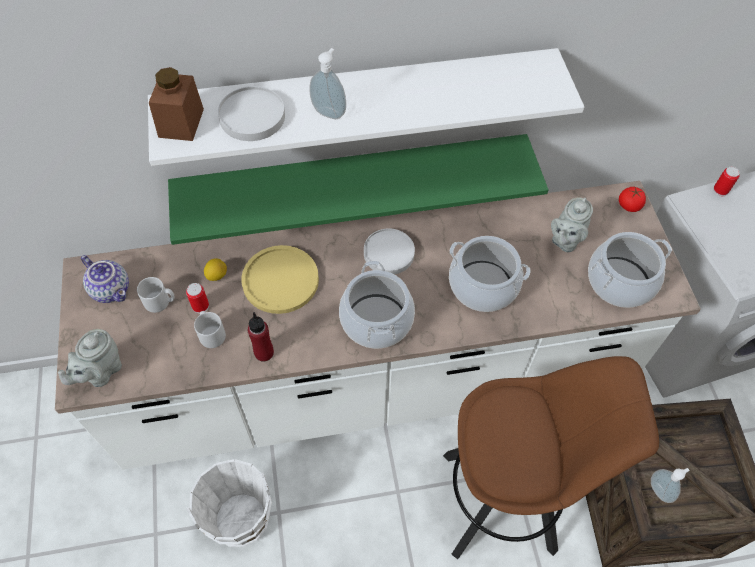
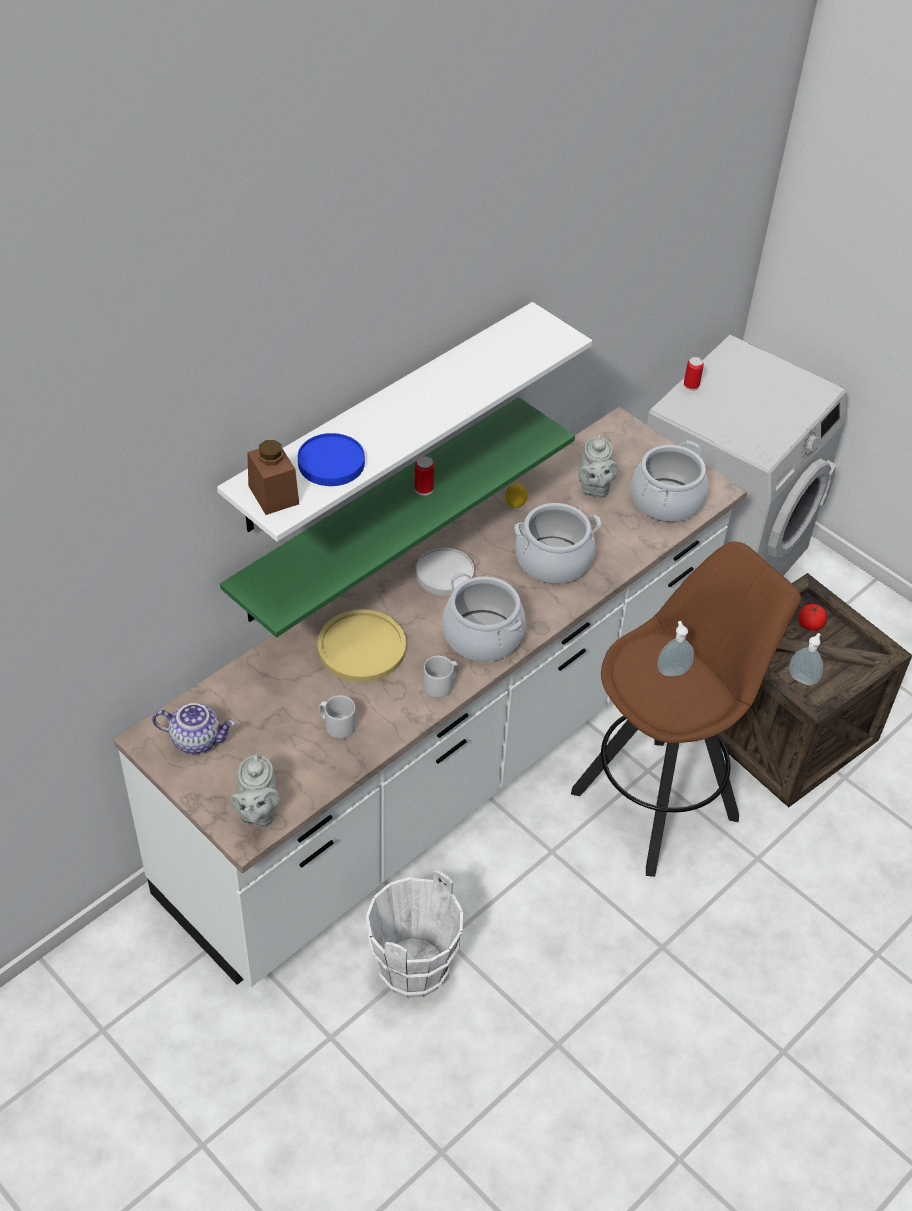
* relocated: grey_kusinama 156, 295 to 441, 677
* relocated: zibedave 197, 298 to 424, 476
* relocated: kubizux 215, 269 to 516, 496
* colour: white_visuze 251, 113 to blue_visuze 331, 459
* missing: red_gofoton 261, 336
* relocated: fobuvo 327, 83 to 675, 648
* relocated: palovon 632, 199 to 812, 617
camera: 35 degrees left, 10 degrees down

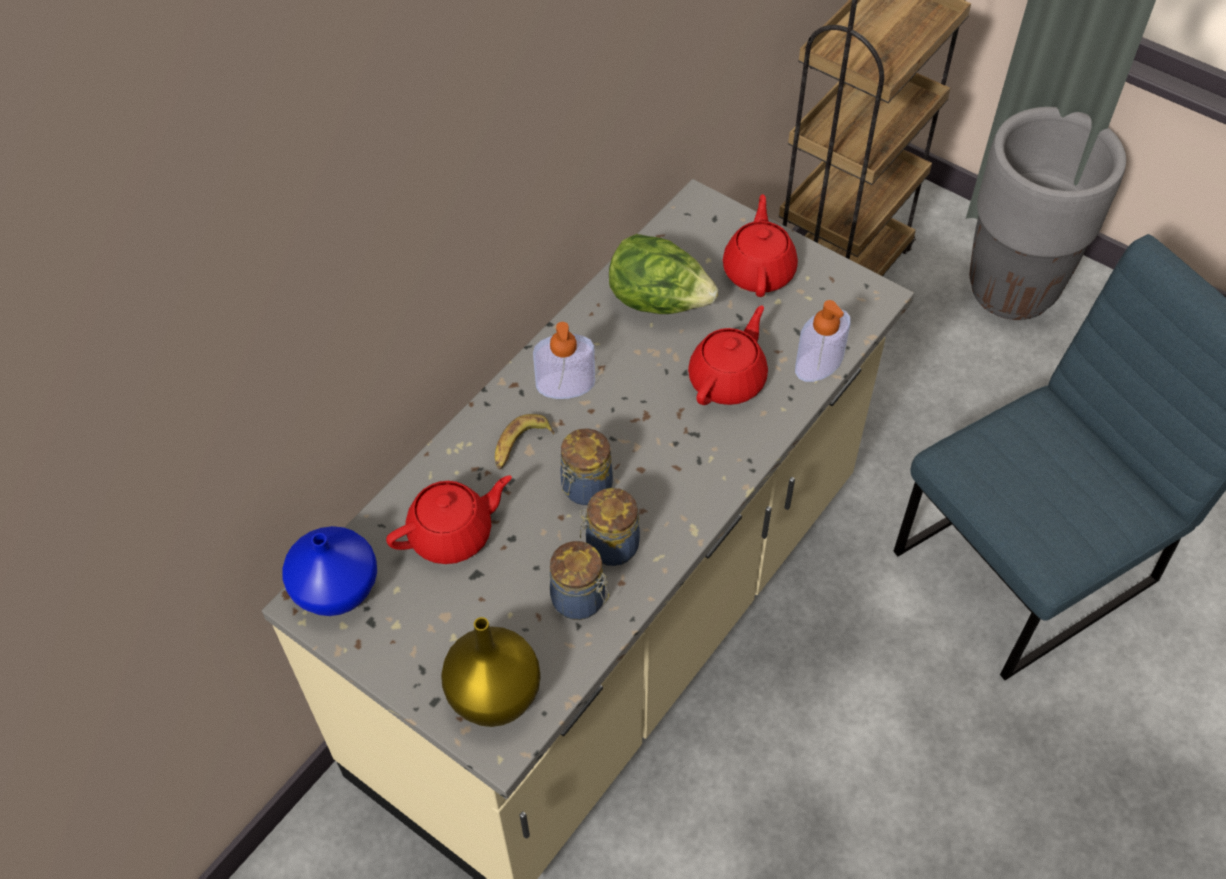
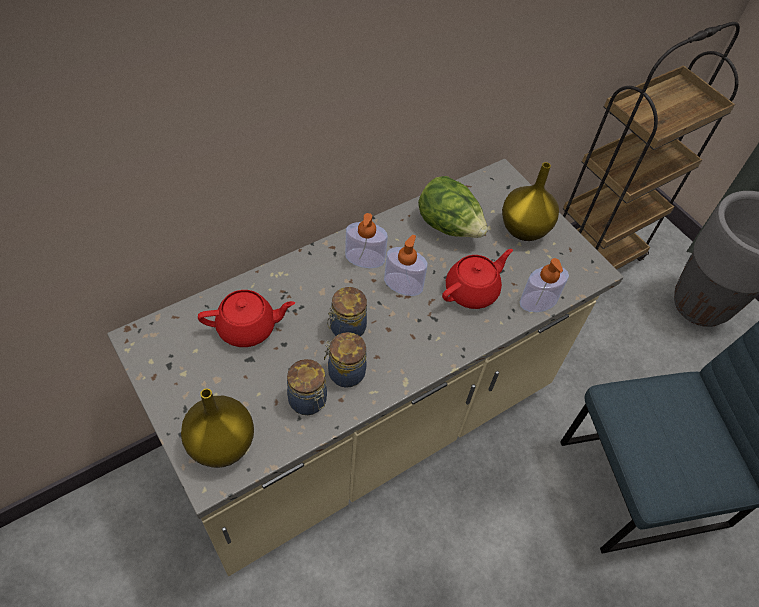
* missing: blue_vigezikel 329, 571
* missing: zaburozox 524, 441
* exchanged: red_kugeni 760, 245 to yellow_vigezikel 530, 201
* appeared: fobuvo 406, 265
camera: 15 degrees right, 0 degrees up

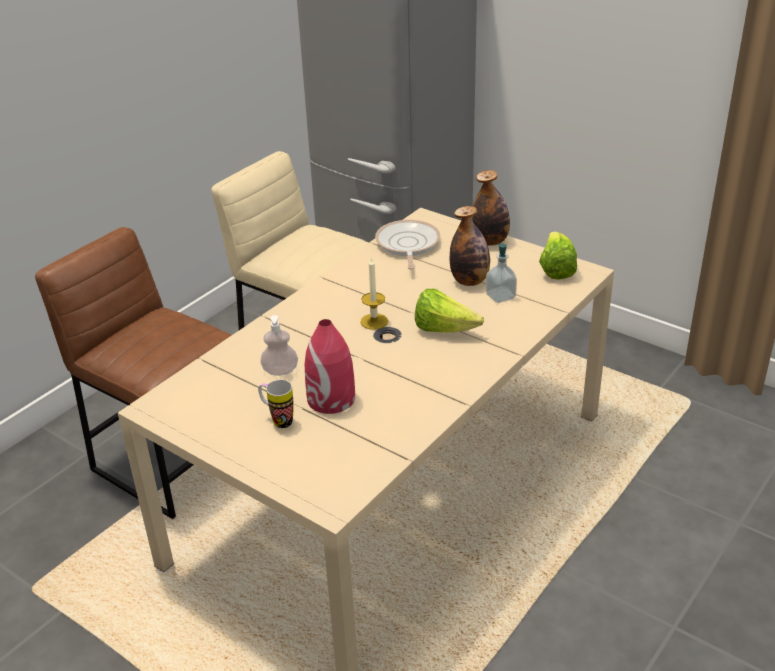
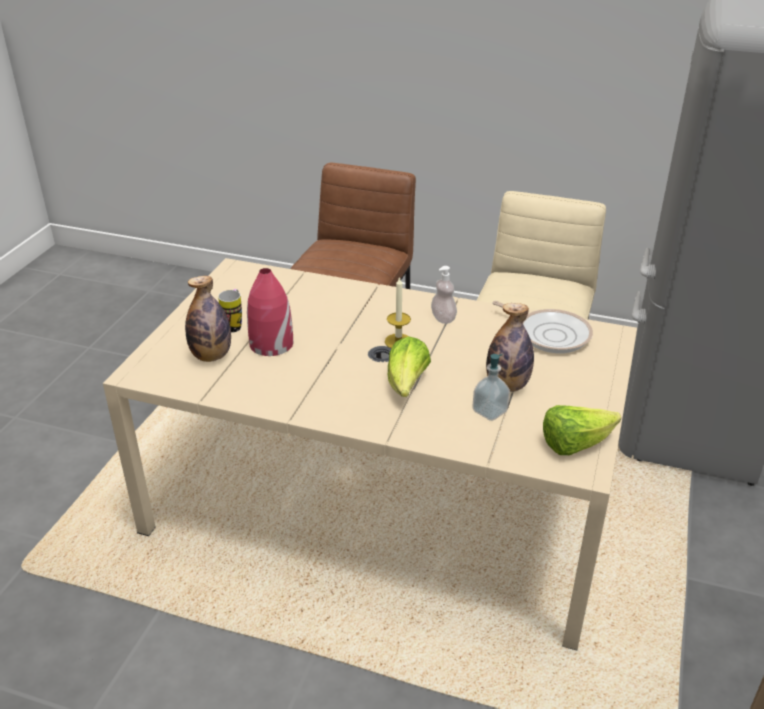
* relocated: fobuvo 279, 345 to 444, 295
* spun: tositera 407, 244 = 543, 327 60 degrees clockwise
* relocated: gofoton 491, 208 to 208, 319
camera: 70 degrees right, 0 degrees up

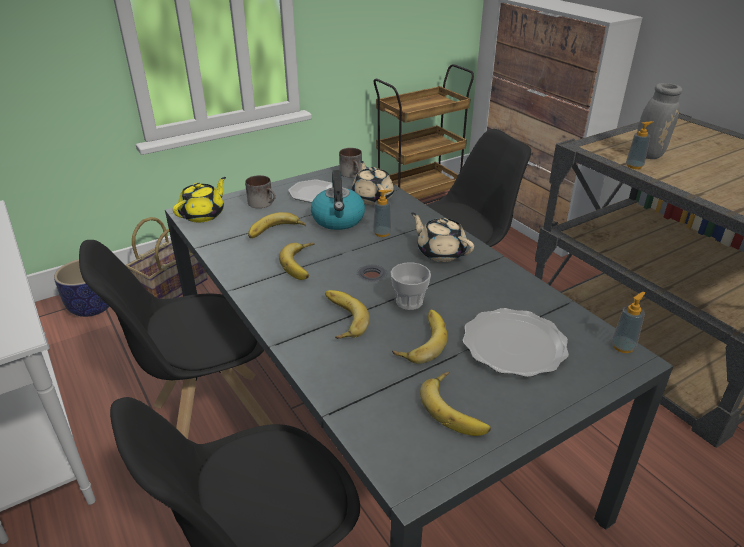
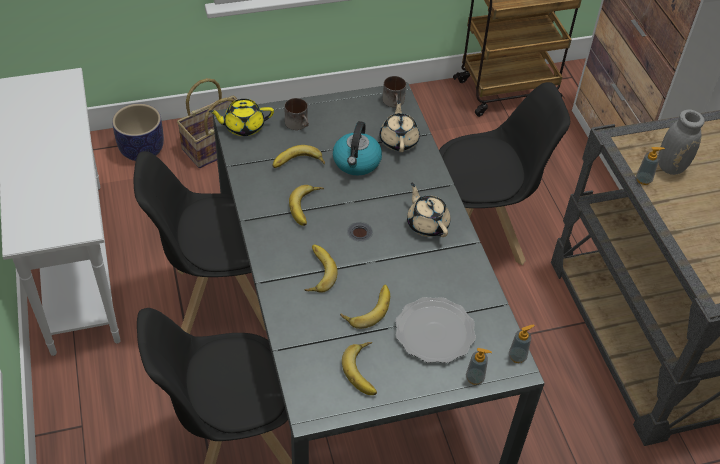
* spun: yellow_kugeni 199, 199 = 241, 117 150 degrees counterclockwise
* missing: visuze 310, 190
* relocated: fobuvo 382, 213 to 479, 366
* missing: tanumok 411, 286
camera: 15 degrees right, 15 degrees up

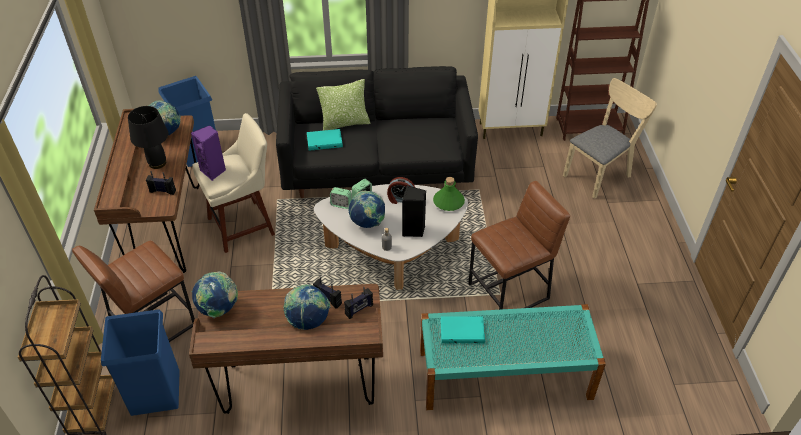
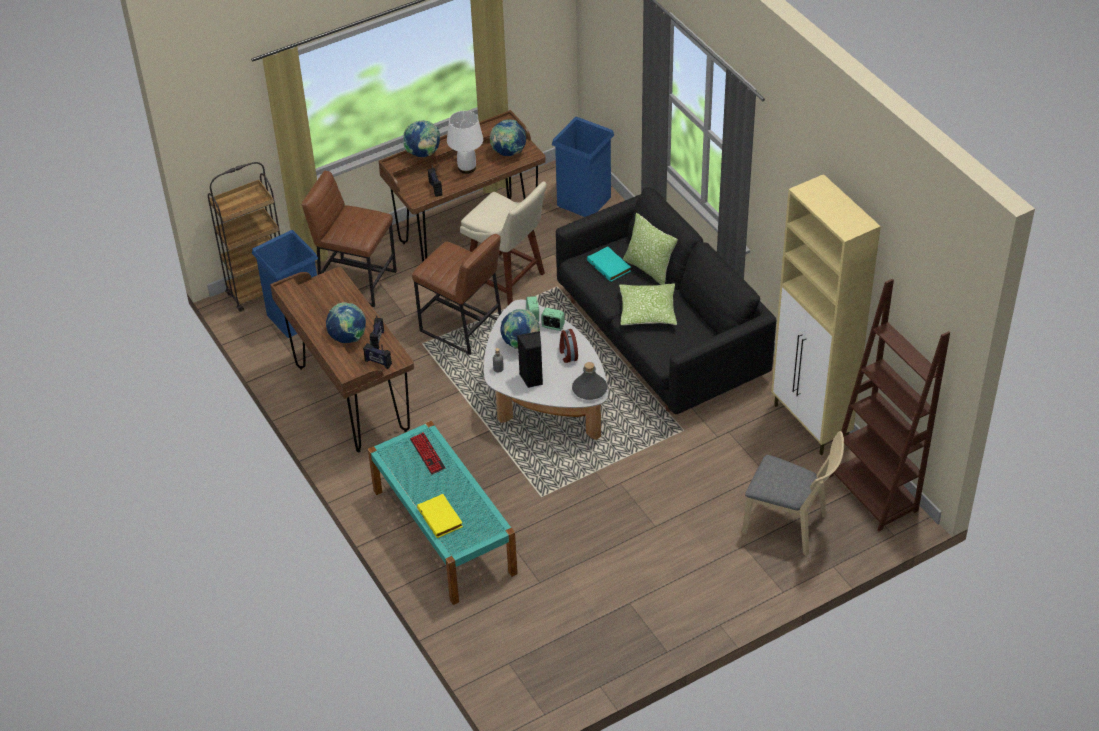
* colour: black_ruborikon 148, 137 to white_ruborikon 465, 142
* missing: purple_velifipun 208, 153
* relocated: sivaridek 214, 294 to 421, 138
* colour: green_gofoton 449, 194 to grey_gofoton 590, 381
* exchanged: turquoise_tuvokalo 463, 330 to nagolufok 428, 453
* relocated: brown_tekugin 519, 245 to 457, 294
* appeared: yellow_tuvokalo 440, 516
* appeared: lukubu 648, 304
camera: 65 degrees right, 0 degrees up

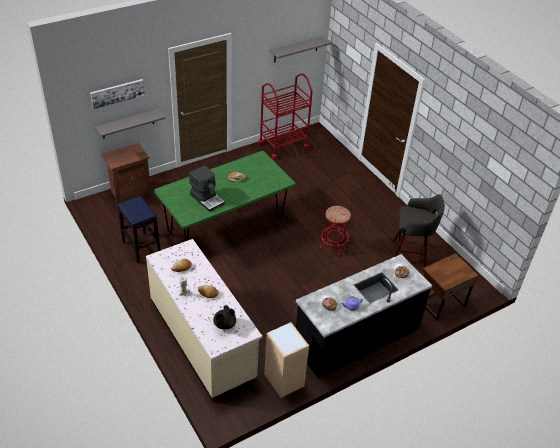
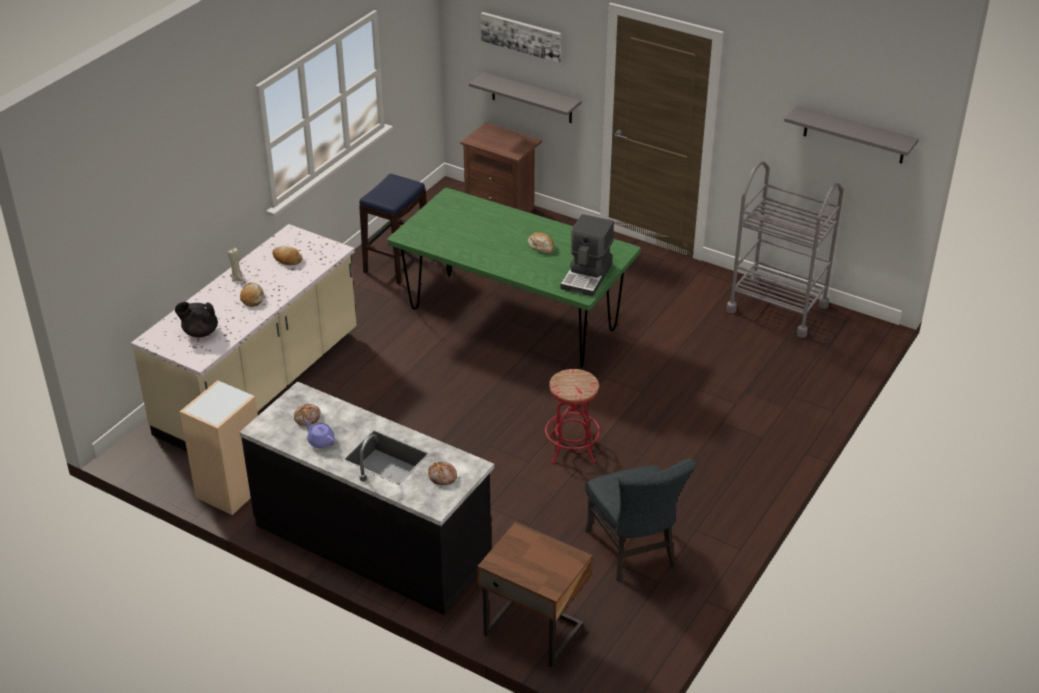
* relocated: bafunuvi 207, 188 to 587, 255
* colour: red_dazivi 285, 117 to grey_dazivi 785, 249
* exchanged: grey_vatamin 419, 230 to grey_tekugin 641, 520
camera: 65 degrees right, 5 degrees down

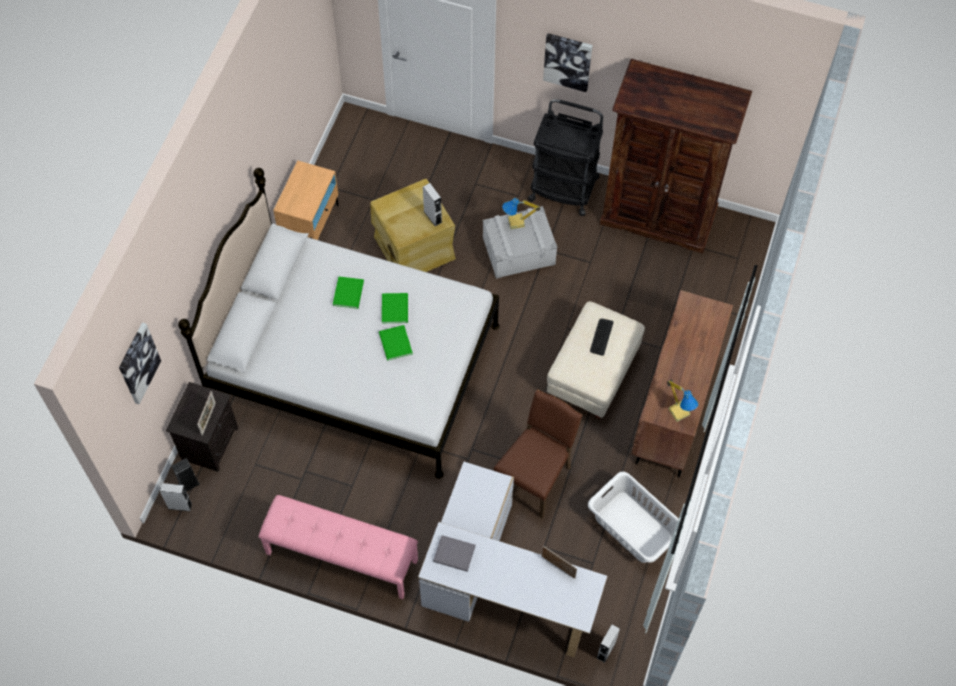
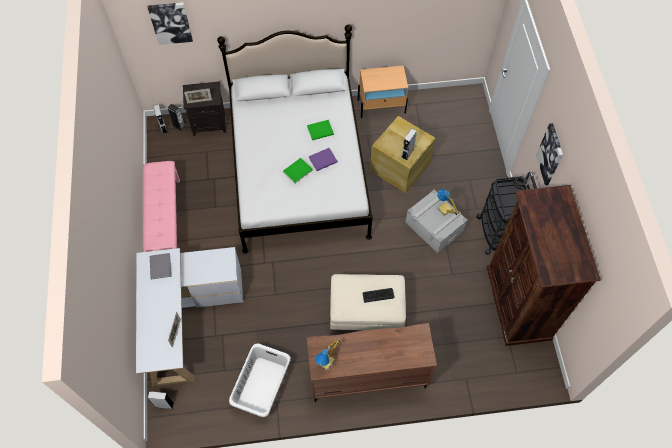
* colour: green_tuvokalo 395, 308 to purple_tuvokalo 323, 159
* missing: brown_tekugin 538, 454
camera: 65 degrees right, 0 degrees up

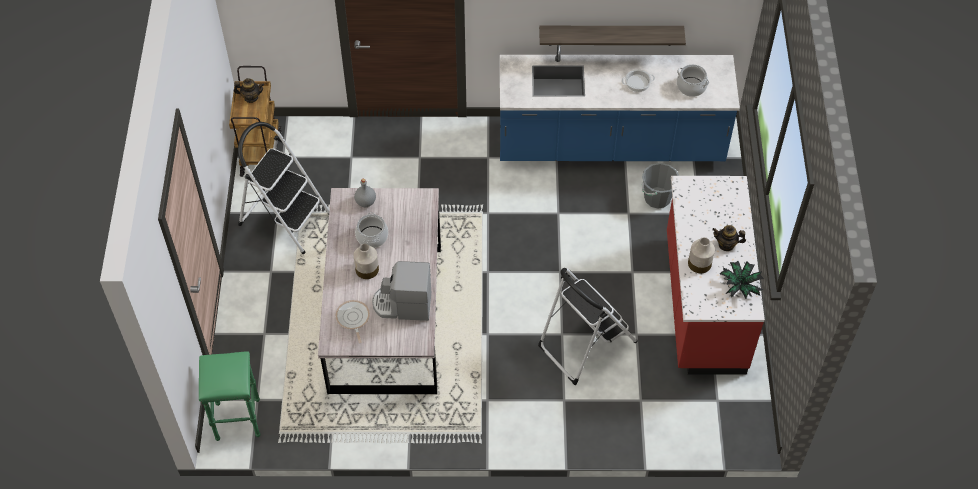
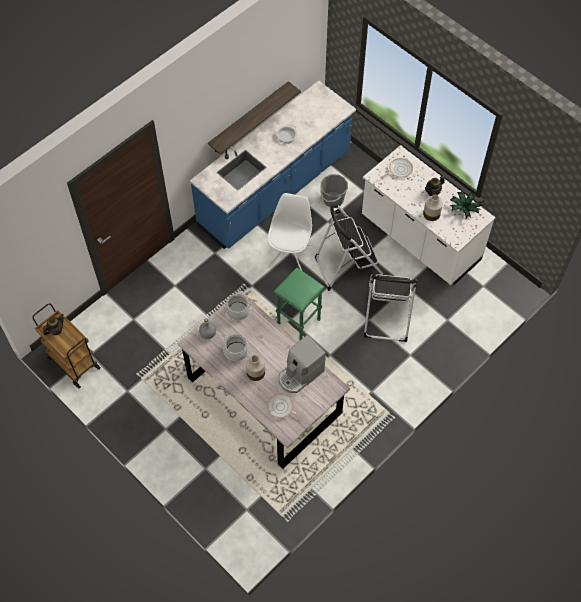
* relocated: green_vatamin 229, 396 to 299, 303
* relocated: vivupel 283, 188 to 349, 248
* colour: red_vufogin 716, 275 to white_vufogin 428, 215
* relocated: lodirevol 693, 80 to 237, 307
* appeared: white_tekugin 290, 232
* appeared: tositera 397, 168
camera: 45 degrees left, 5 degrees up

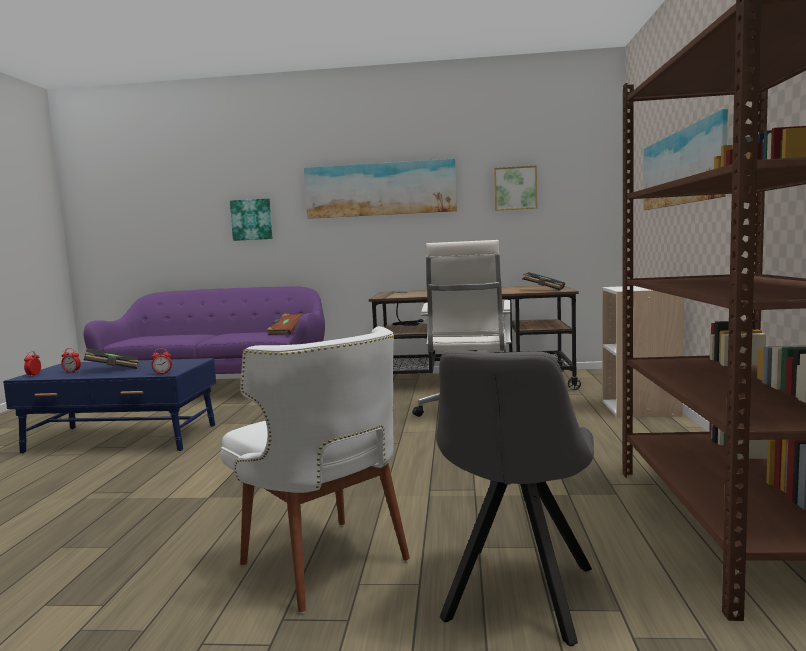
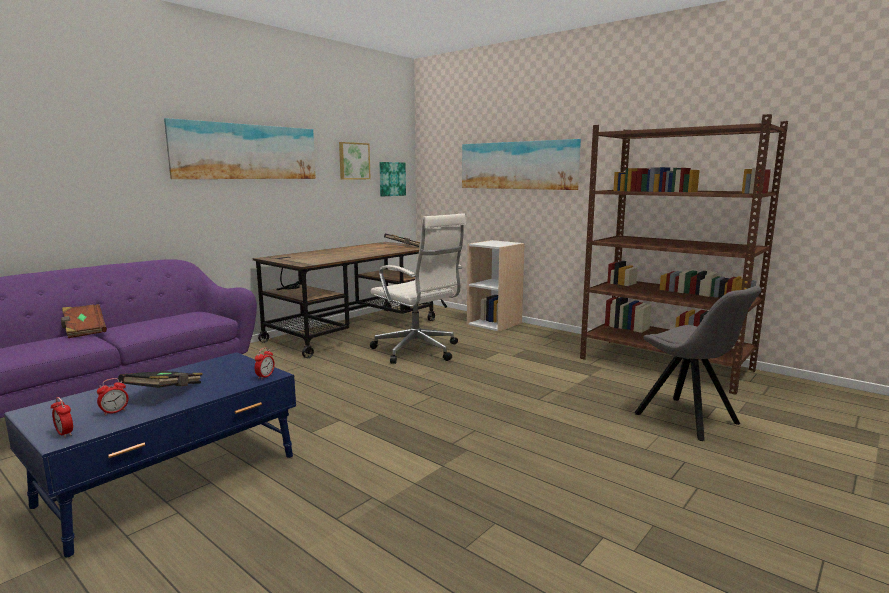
* missing: white_tekugin 315, 469
* relocated: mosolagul 251, 219 to 393, 179
* relocated: brown_tuvokalo 285, 324 to 84, 321
camera: 55 degrees left, 5 degrees up

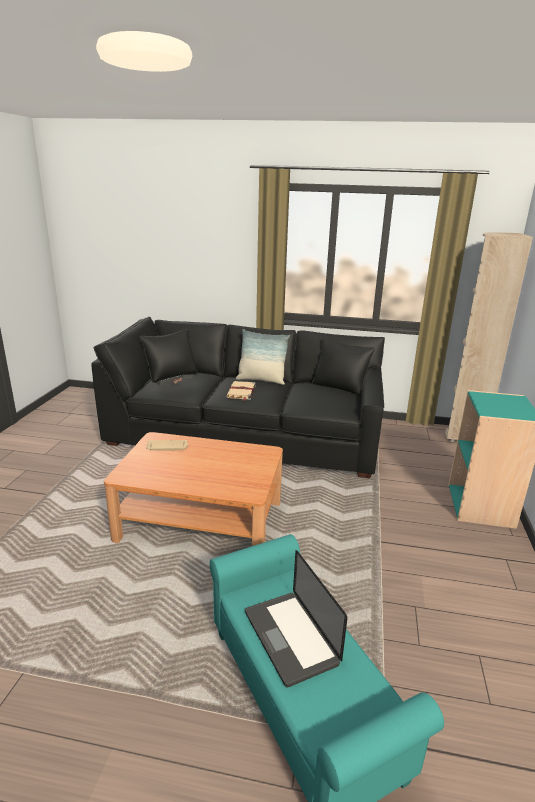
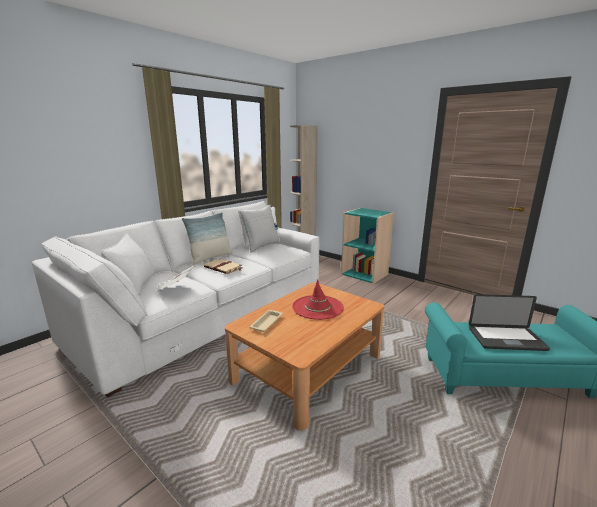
* colour: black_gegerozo 238, 397 to white_gegerozo 175, 299
* appeared: grey_lukubu 259, 229
* appeared: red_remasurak 318, 299
camera: 60 degrees left, 5 degrees down

